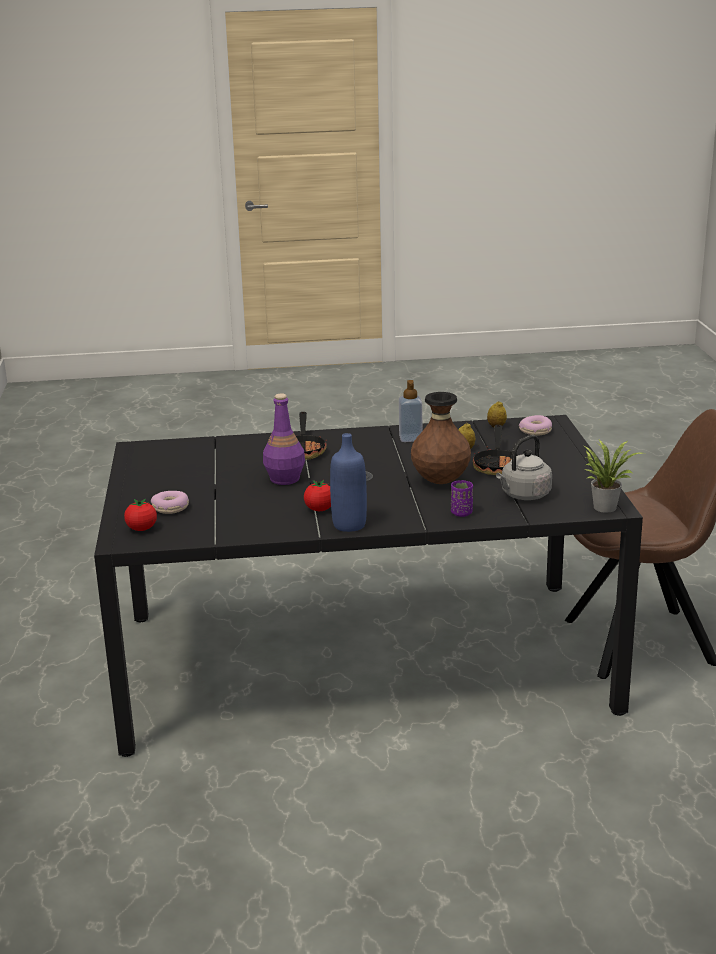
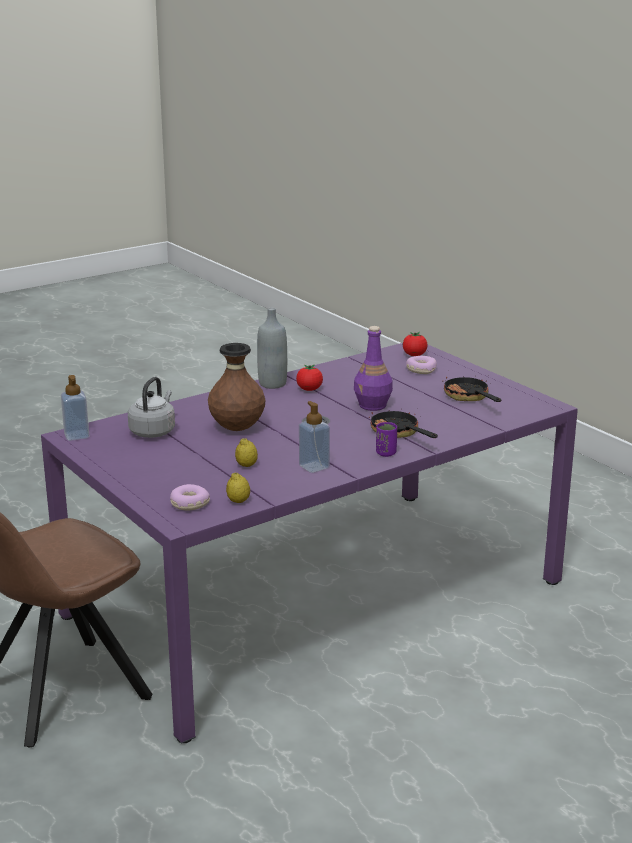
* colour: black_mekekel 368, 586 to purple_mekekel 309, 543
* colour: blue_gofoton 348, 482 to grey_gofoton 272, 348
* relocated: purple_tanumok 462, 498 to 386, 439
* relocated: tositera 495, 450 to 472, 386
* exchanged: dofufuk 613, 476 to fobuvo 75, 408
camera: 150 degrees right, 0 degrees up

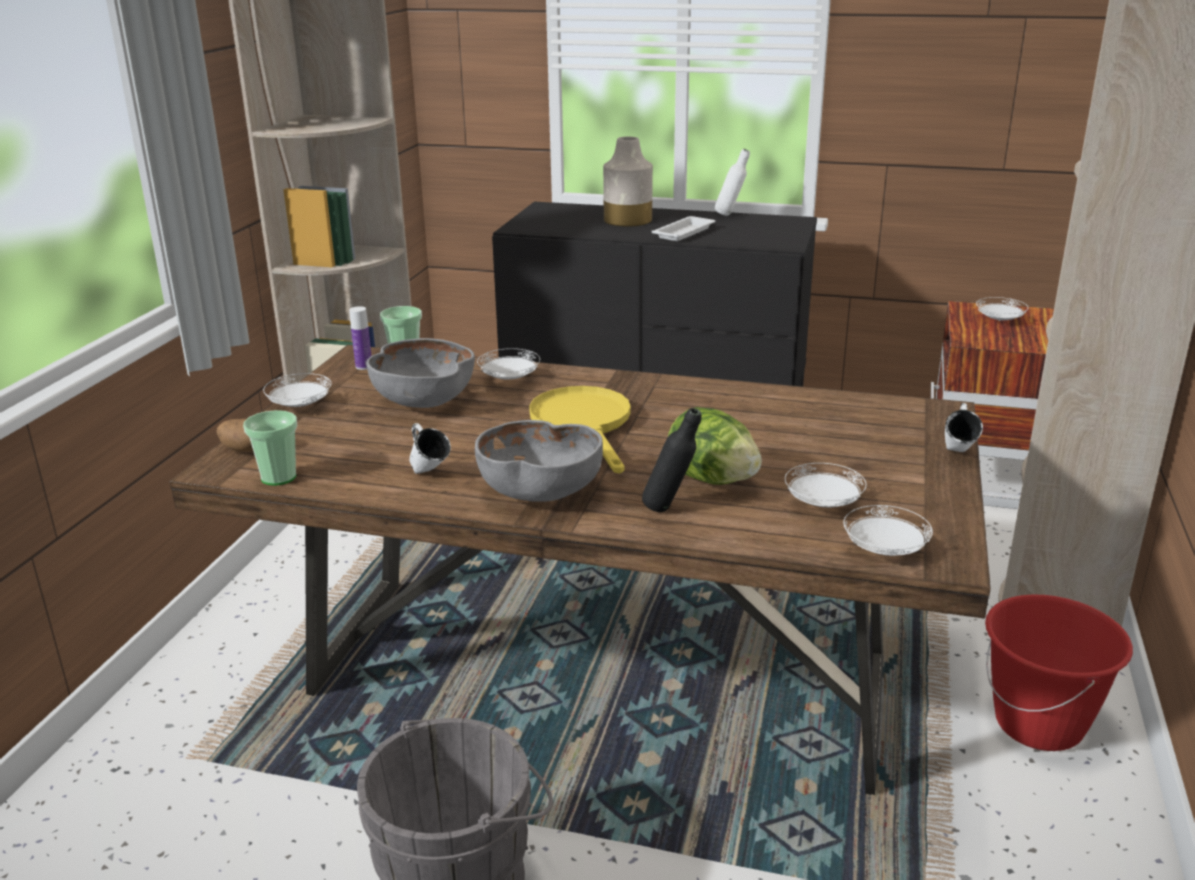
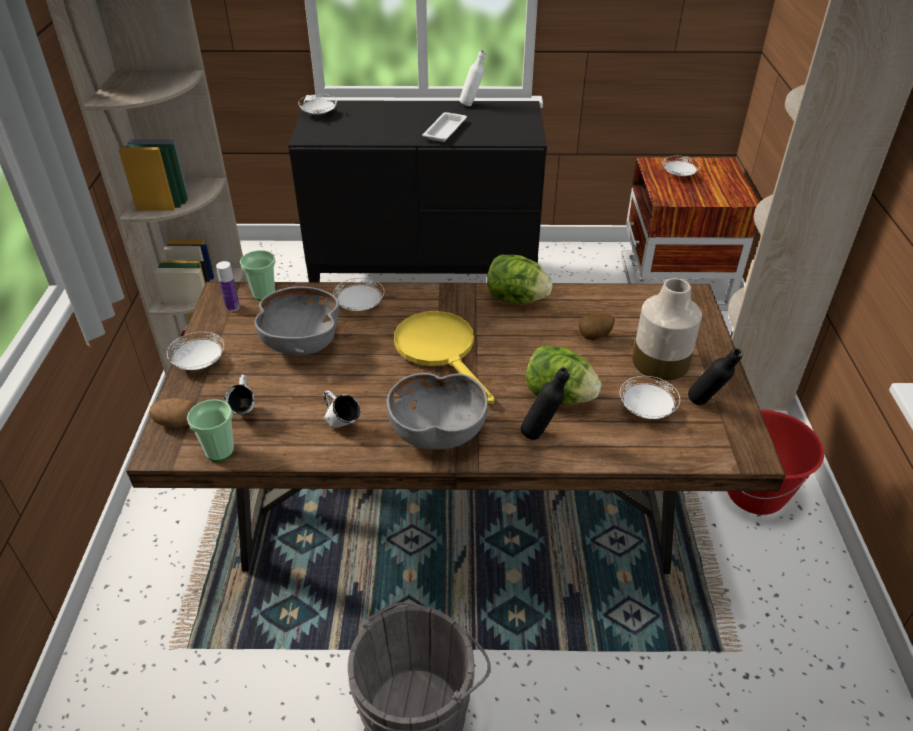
* relocated: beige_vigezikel 628, 181 to 667, 329
* relocated: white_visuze 888, 530 to 317, 104
* relocated: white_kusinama 964, 427 to 239, 394
* appeared: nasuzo 520, 279
* appeared: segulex 596, 327
* appeared: black_gofoton 715, 376
camera: 15 degrees left, 15 degrees up

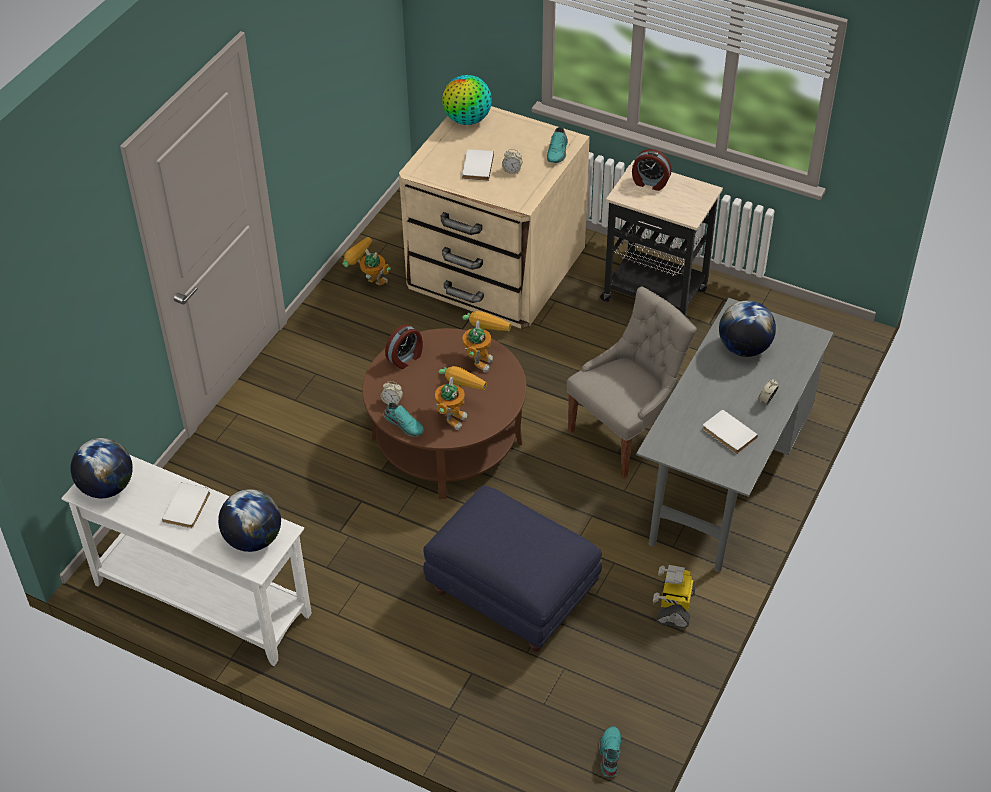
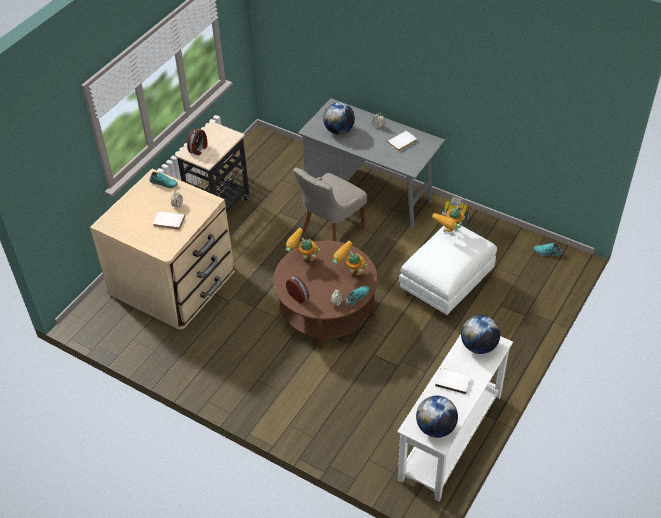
* relocated: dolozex 366, 261 to 448, 218
* colour: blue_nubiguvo 512, 568 to white_nubiguvo 448, 271
* missing: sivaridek 467, 100
* spun: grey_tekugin 632, 383 = 330, 204 105 degrees counterclockwise
camera: 85 degrees left, 0 degrees up

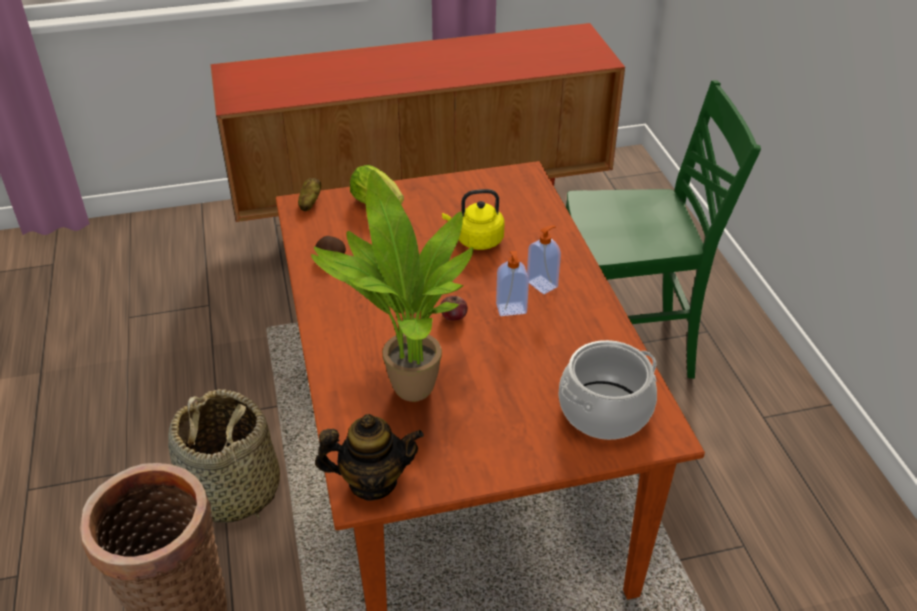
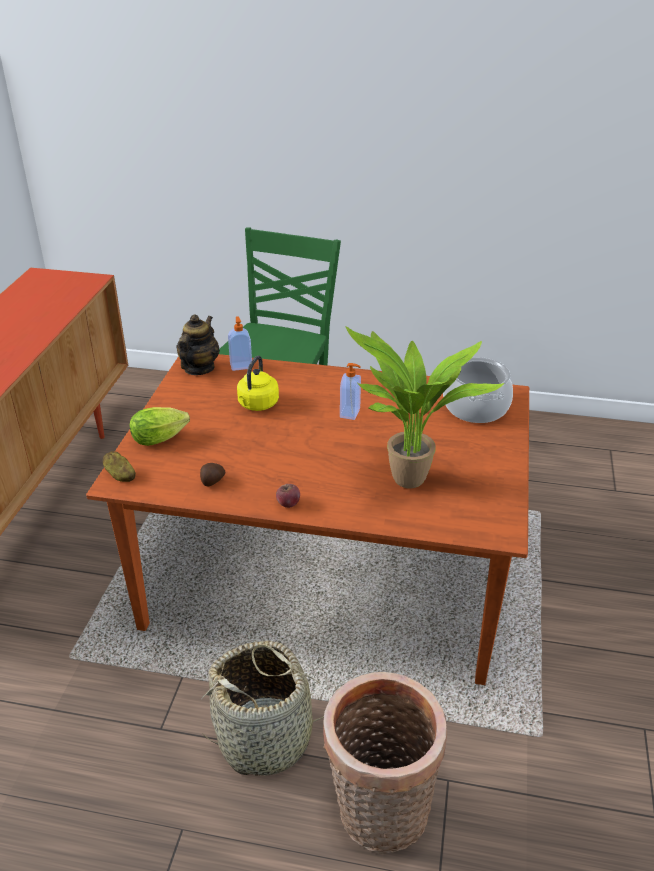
* relocated: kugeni 369, 457 to 198, 344
* relocated: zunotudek 454, 308 to 288, 496
* relocated: fobuvo 544, 259 to 240, 343
camera: 65 degrees left, 5 degrees down

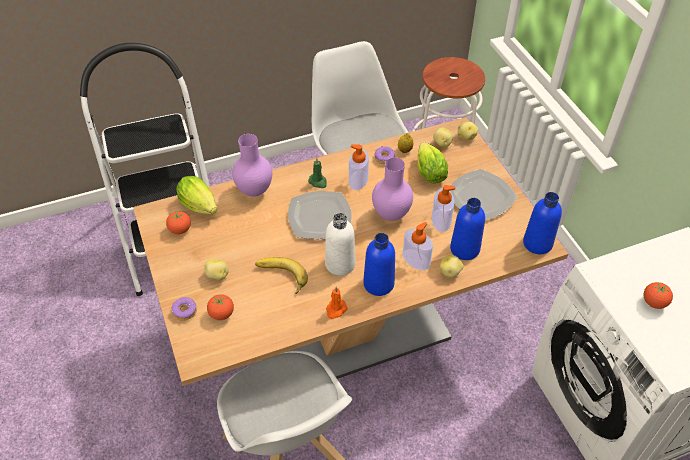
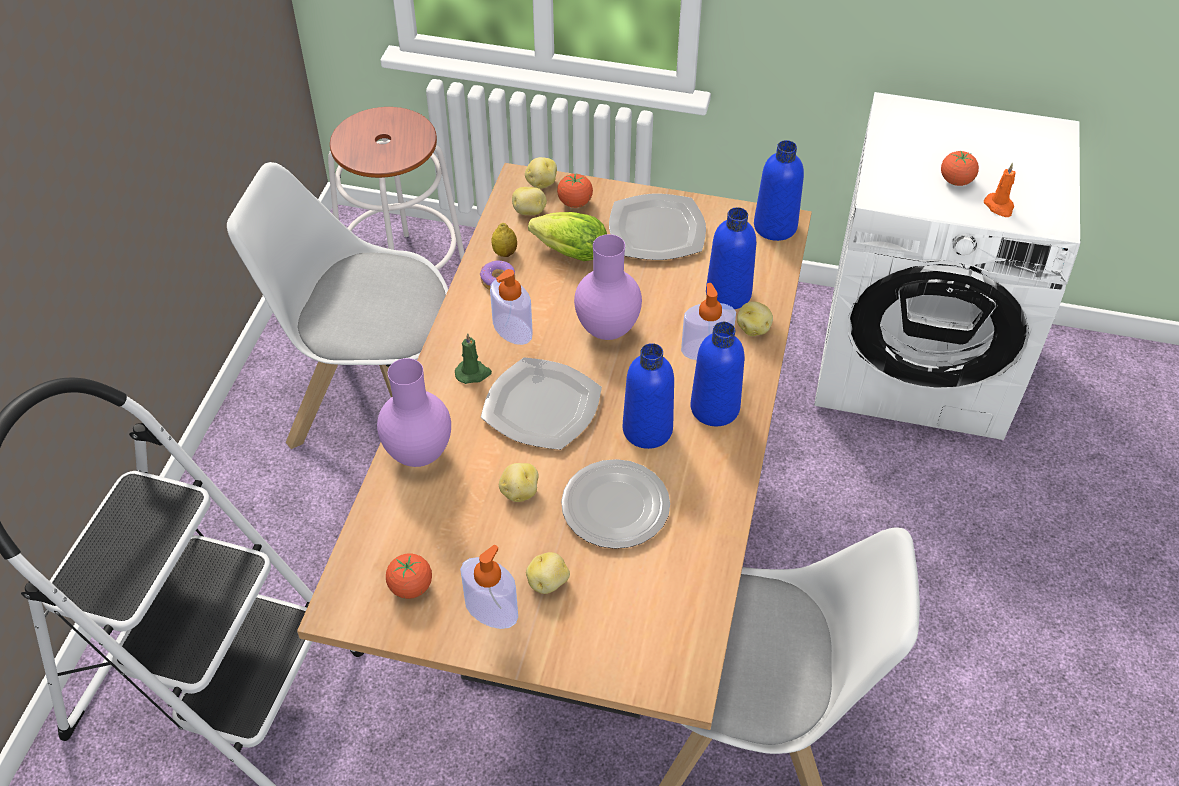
* missing: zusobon 184, 309
* missing: nasuzo 196, 195
* relocated: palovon 220, 307 to 575, 190
* exchanged: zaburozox 281, 275 to visuze 615, 504
* colour: white_gofoton 340, 244 to blue_gofoton 648, 396
* relocated: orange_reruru 337, 303 to 1000, 190
* relocated: fobuvo 443, 208 to 489, 587
* appeared: segulex 519, 482
camera: 55 degrees left, 0 degrees up

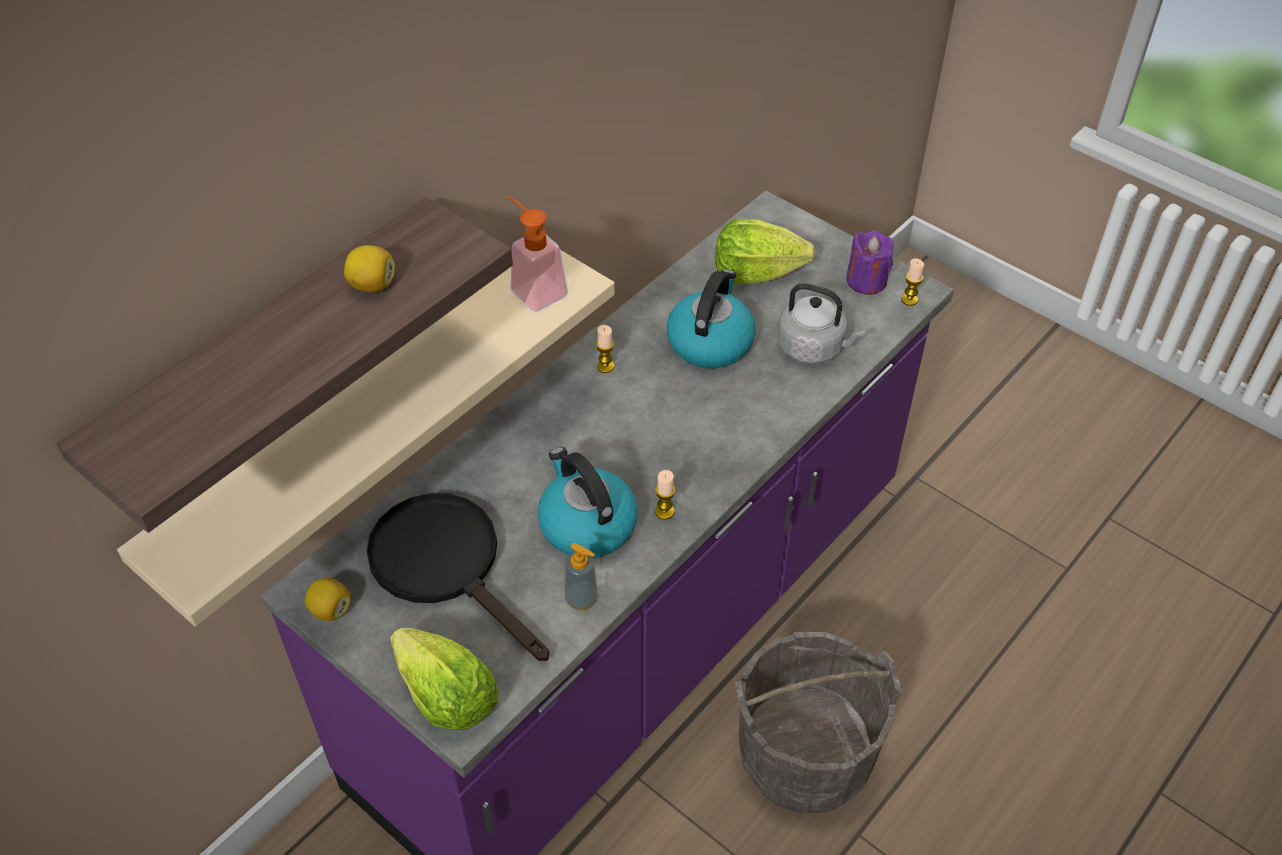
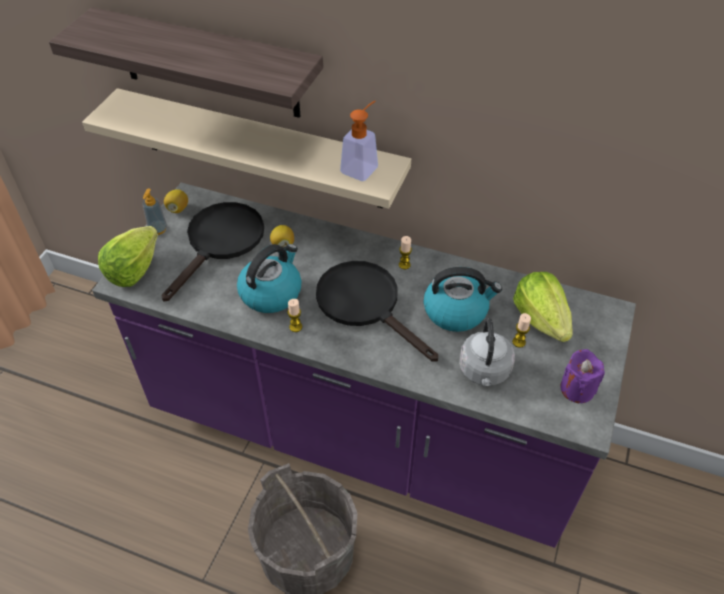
* relocated: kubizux 369, 268 to 282, 236
* relocated: fobuvo 581, 577 to 154, 211
* relocated: reruru 912, 282 to 521, 330
* appeared: black_tositera 377, 311
camera: 70 degrees right, 0 degrees up

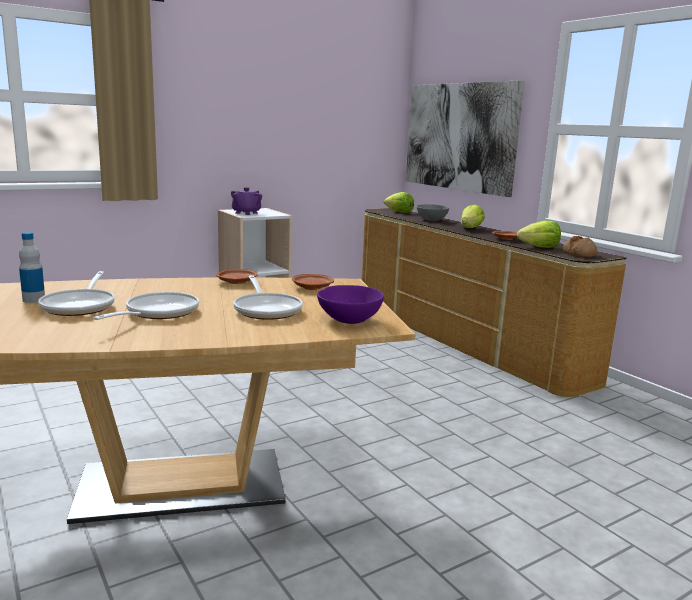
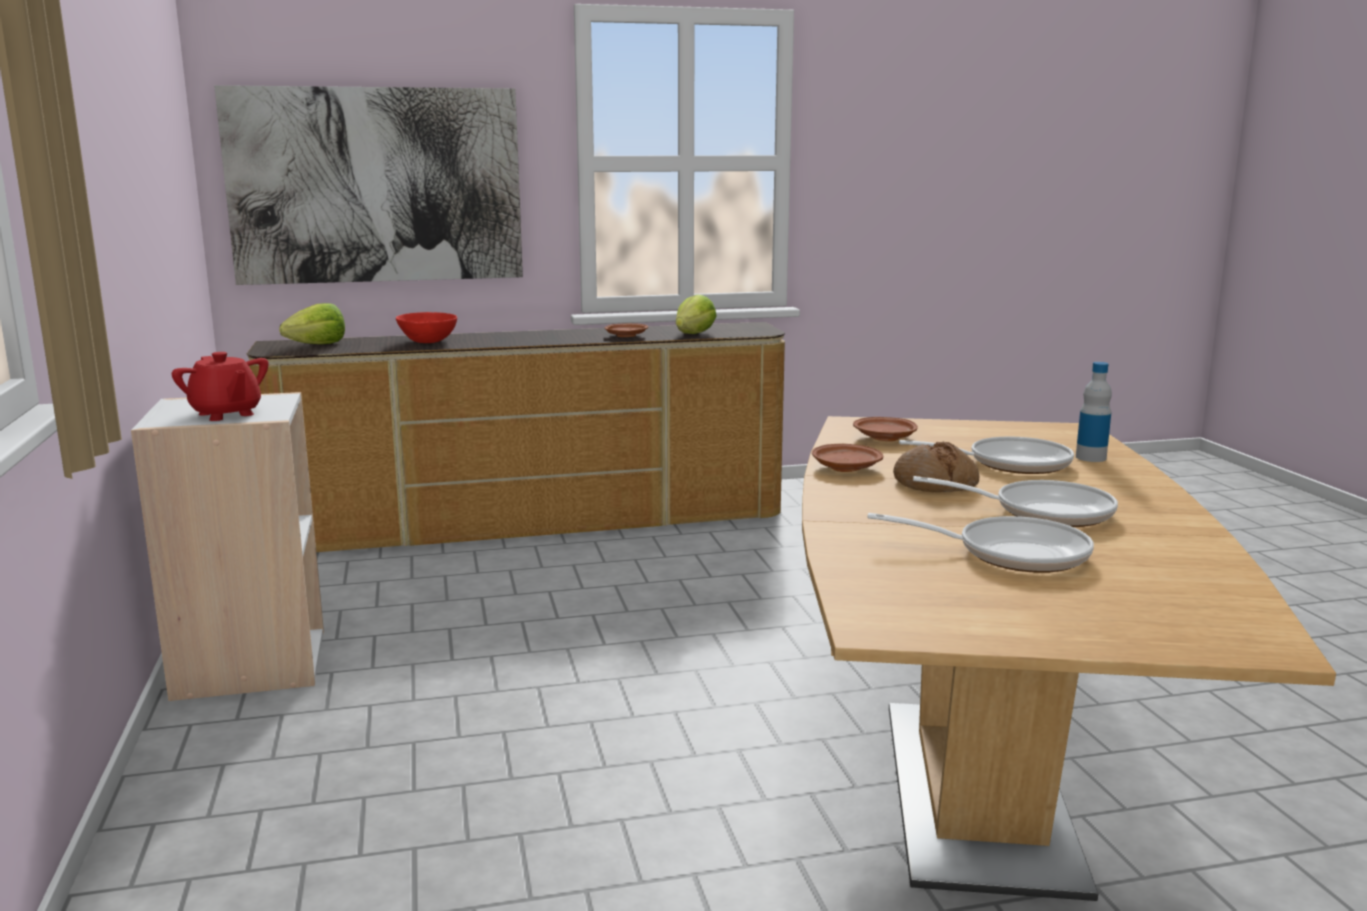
* relocated: gofoton 32, 267 to 1094, 412
* spun: tositera 146, 306 = 1015, 501 150 degrees clockwise
* colour: purple_kugeni 246, 201 to red_kugeni 220, 386
* missing: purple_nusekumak 350, 304
* colour: grey_nusekumak 432, 212 to red_nusekumak 426, 327
* missing: nasuzo 473, 216
* relocated: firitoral 580, 246 to 936, 467
camera: 70 degrees left, 0 degrees up

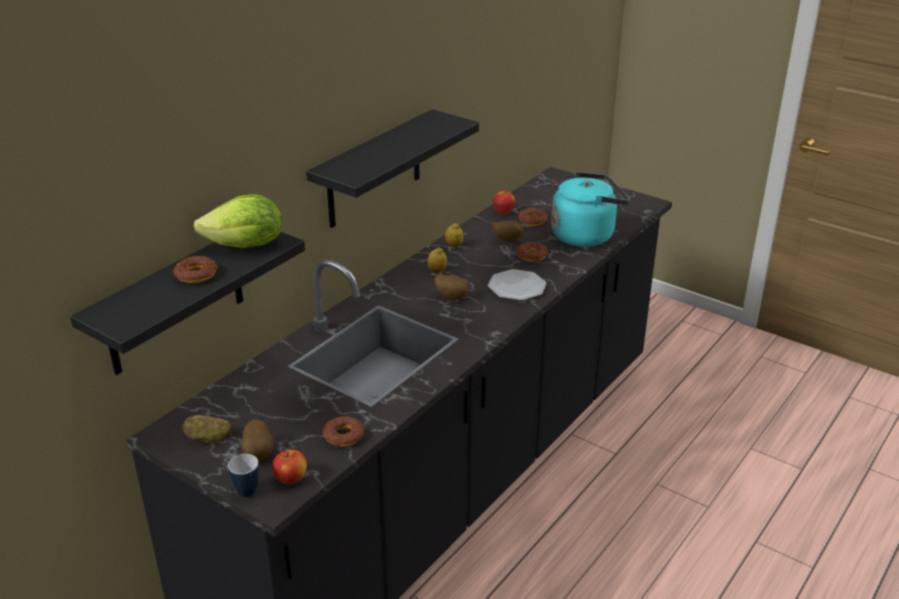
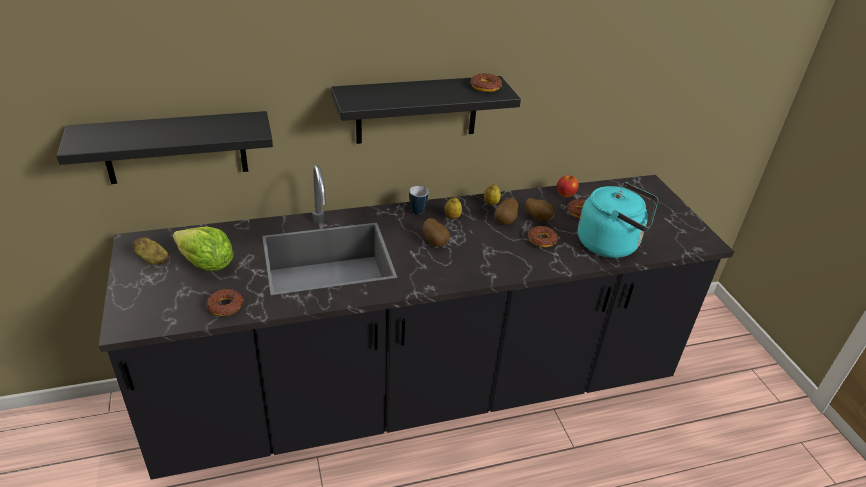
* relocated: zusobon 195, 269 to 486, 82
* relocated: nasuzo 237, 221 to 203, 248
* relocated: kusinama 243, 475 to 419, 200
* relocated: segulex 257, 440 to 507, 211
* missing: zunotudek 289, 467
* missing: visuze 517, 285
camera: 35 degrees right, 5 degrees up

